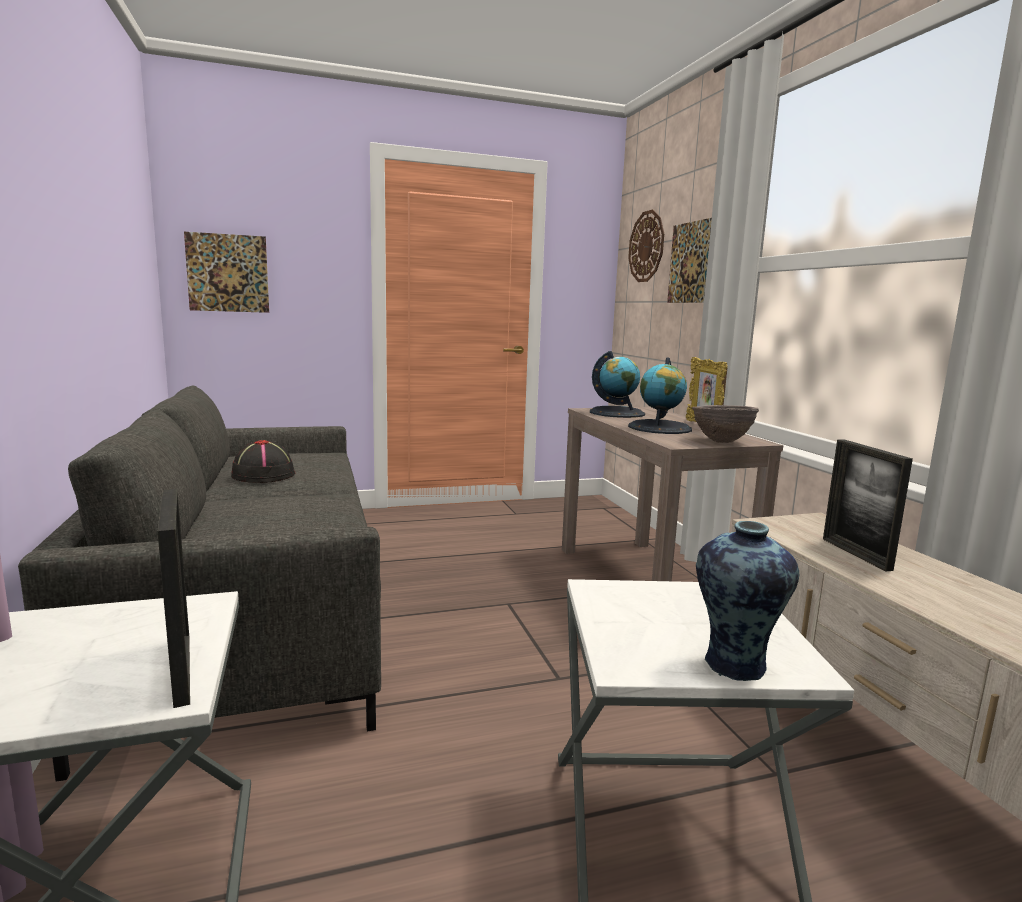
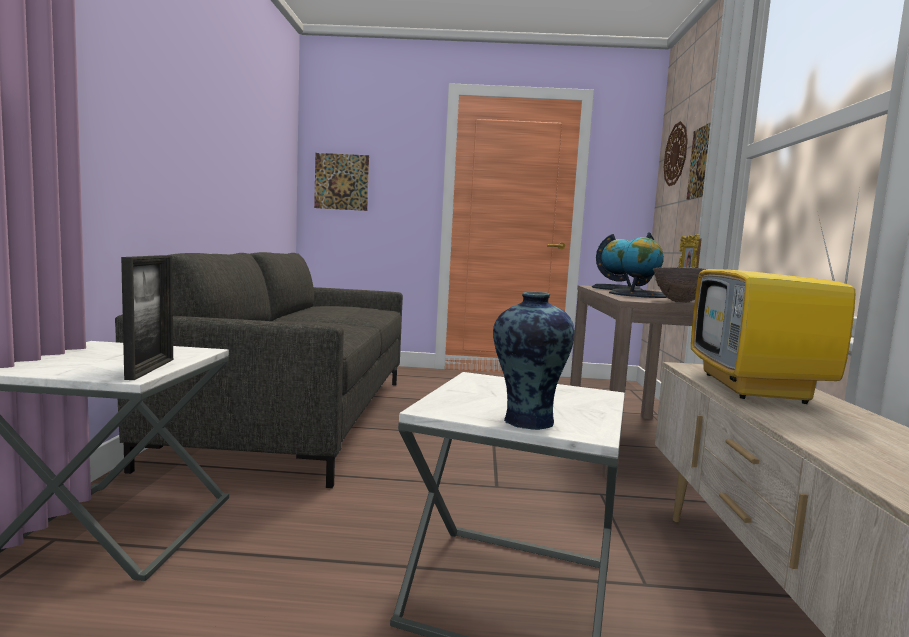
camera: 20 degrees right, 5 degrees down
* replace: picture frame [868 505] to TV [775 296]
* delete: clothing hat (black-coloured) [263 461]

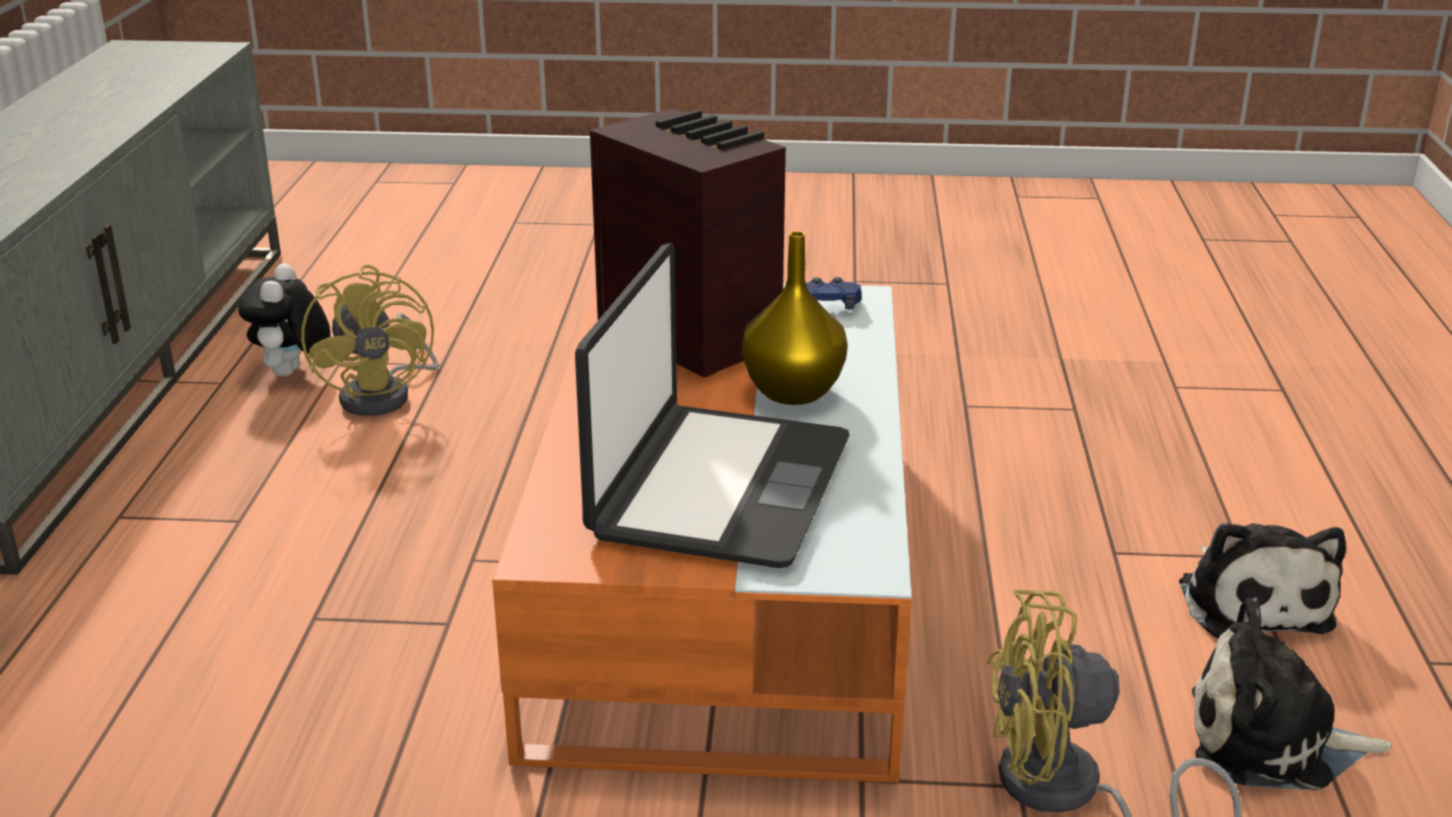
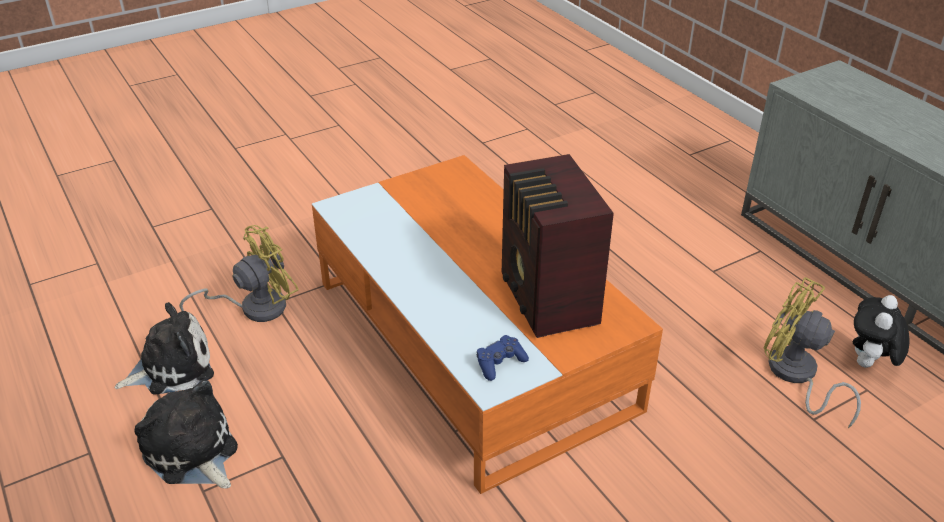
camera: 145 degrees right, 10 degrees up
* rotate: radio [688 242] = [558 246] 60 degrees clockwise
* rotate: plush toy [284 320] = [881 331] 120 degrees counterclockwise
* delete: portable computer [712 405]
* delete: flower vase (yellow-coloured) [795 318]

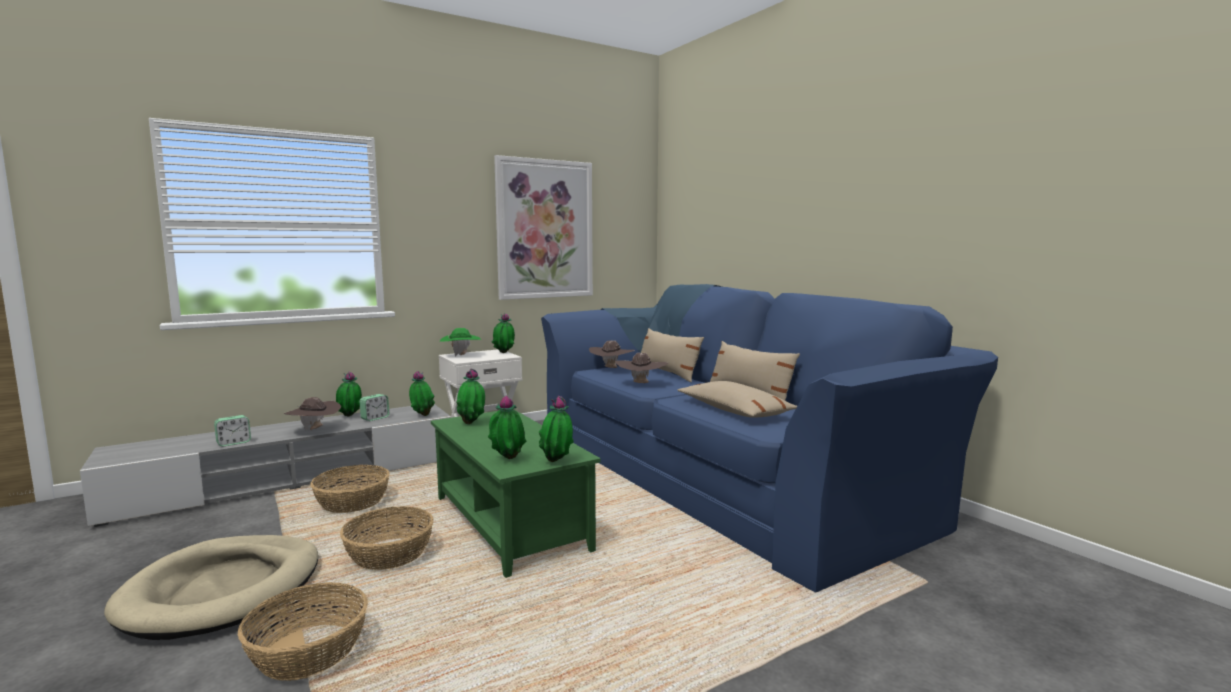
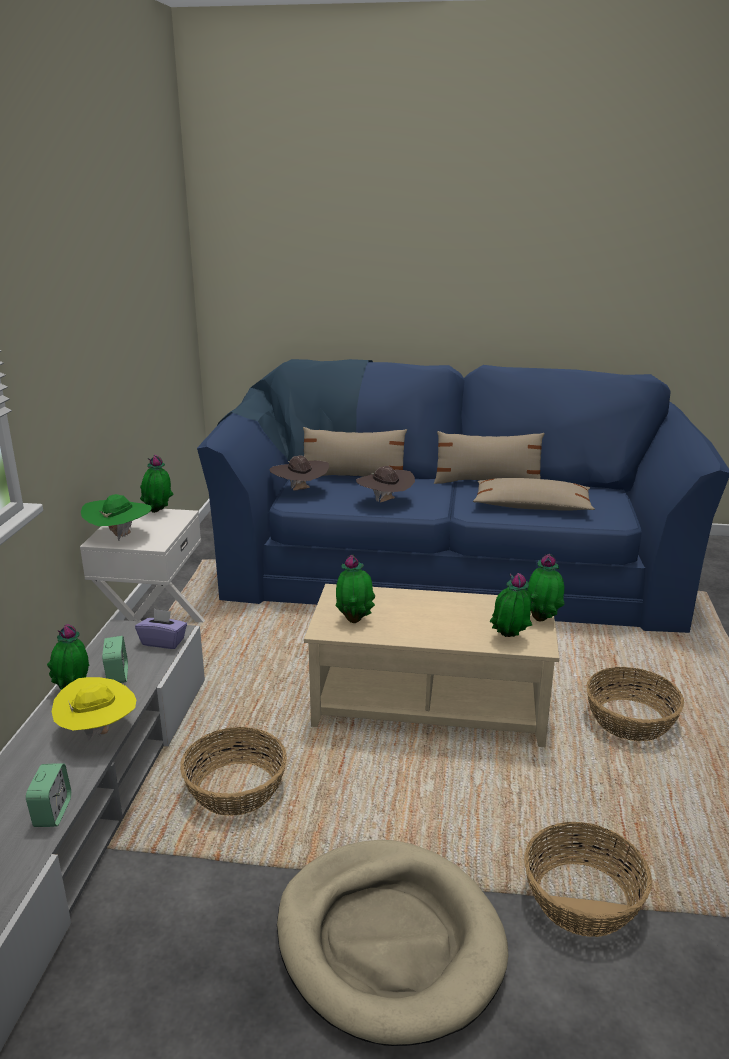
camera: 50 degrees left, 15 degrees up
* recolor: clothing hat (brown) [312 414] to clothing hat (yellow-coloured) [94 708]
* replace: houseplant [422 393] to box of tissues (purple) [161 629]
* recolor: low table (greenish) [515 493] to low table (beige) [431 665]
* move: storage basket [387 538] to [635 704]
* delete: wall art [543 227]

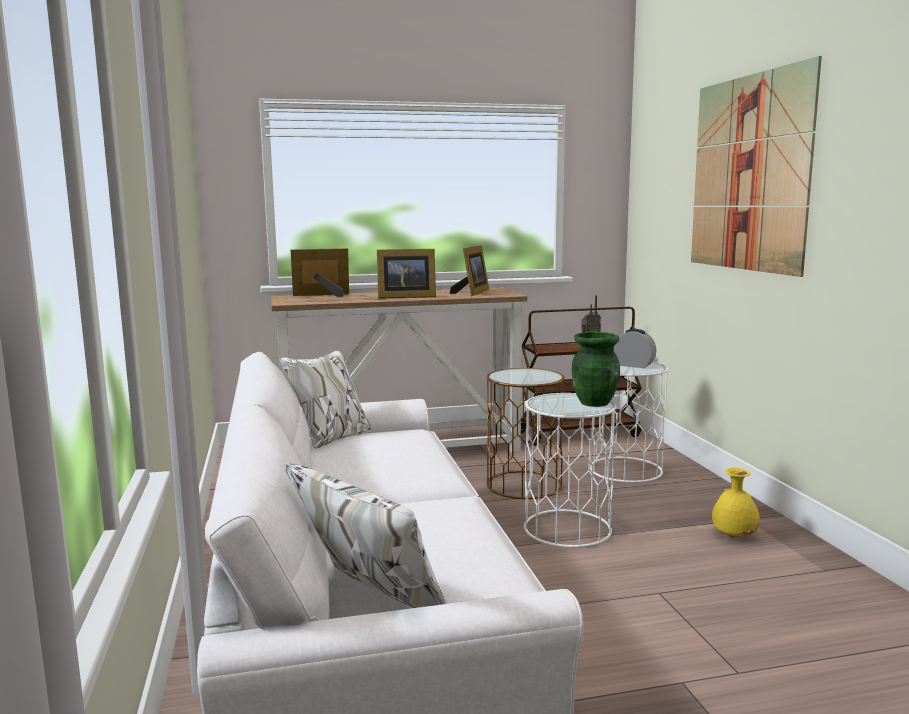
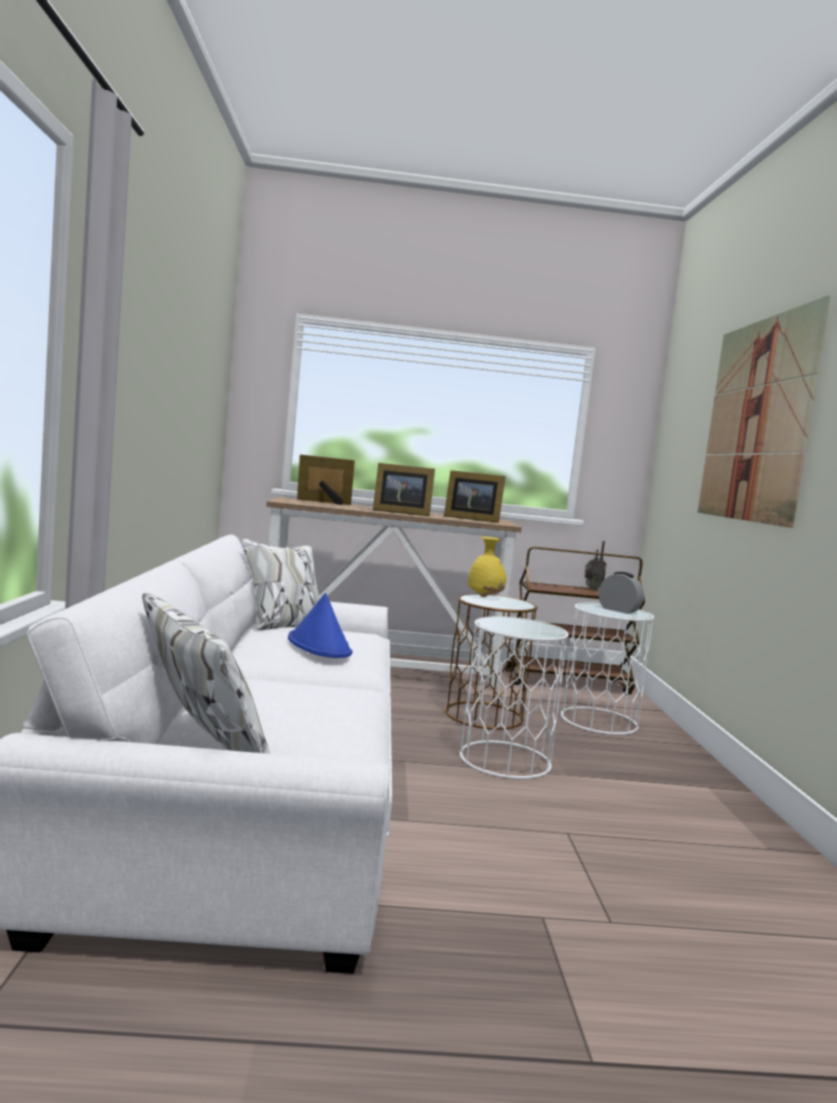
camera: 10 degrees right, 5 degrees down
* insert: clothing hat (blue-coloured) [320 625]
* rotate: picture frame [469 270] = [475 496] 75 degrees clockwise
* move: flower vase (yellow-coloured) [736 502] to [487 567]
* delete: flower vase (greenish) [596 369]

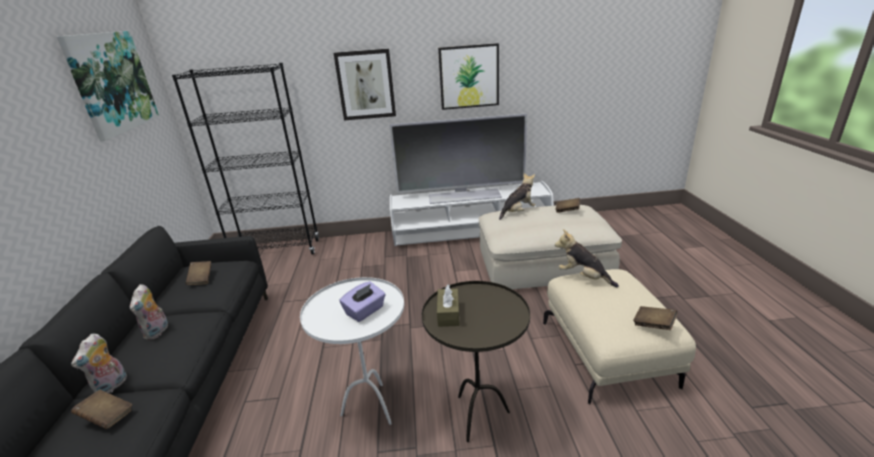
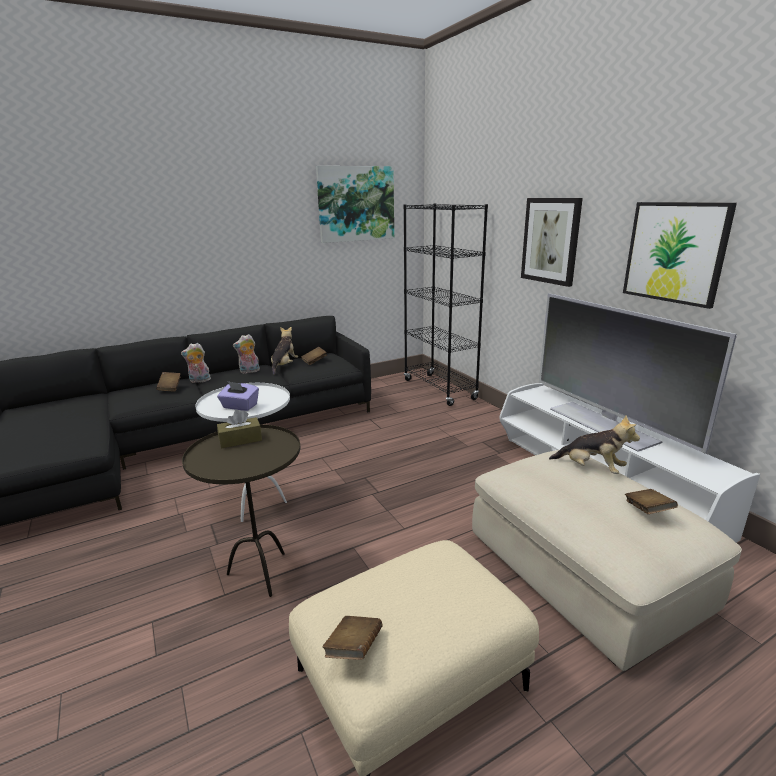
camera: 65 degrees right, 5 degrees down
* move: plush toy [587 258] to [284 351]

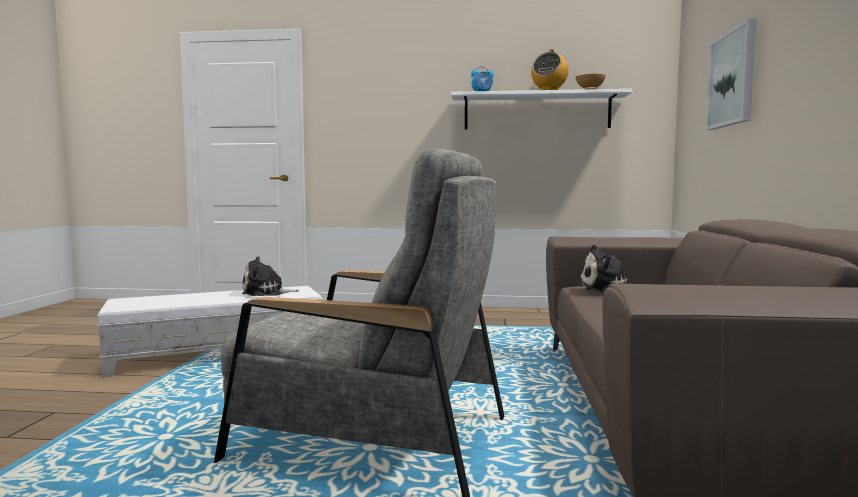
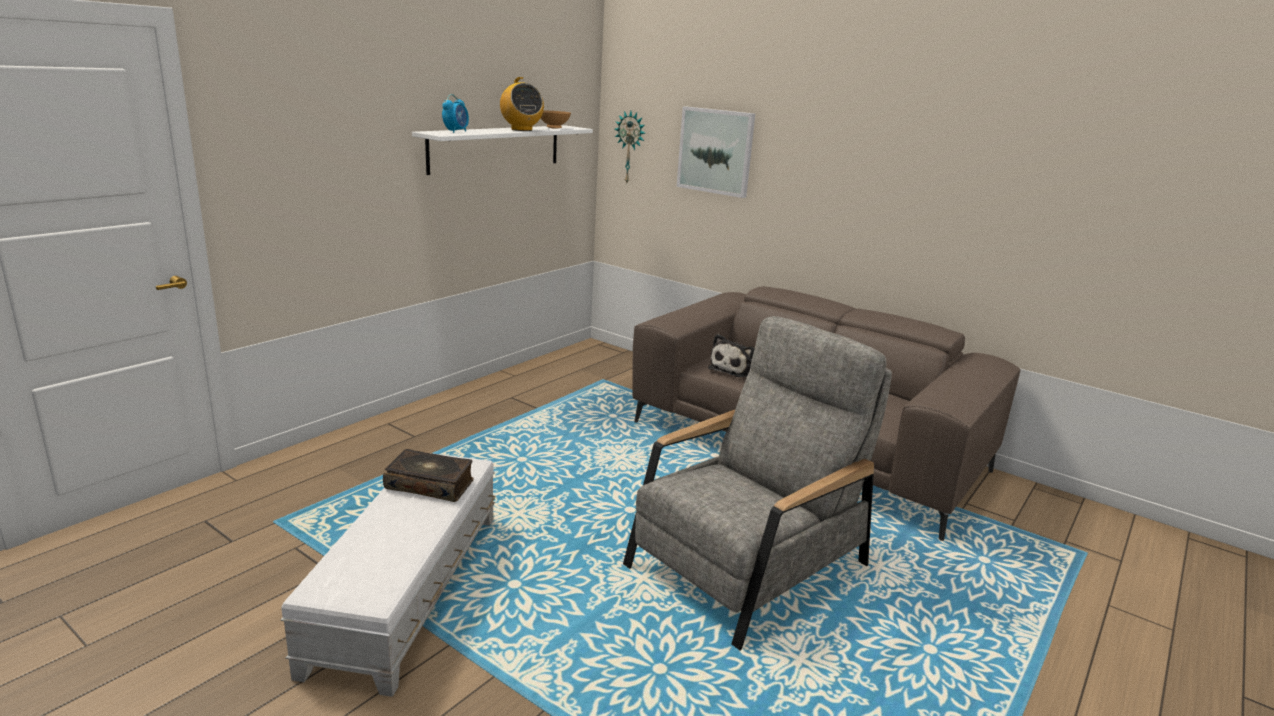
camera: 60 degrees left, 15 degrees up
* replace: plush toy [271 276] to volume [428 475]
* insert: clock on the wall [630 147]

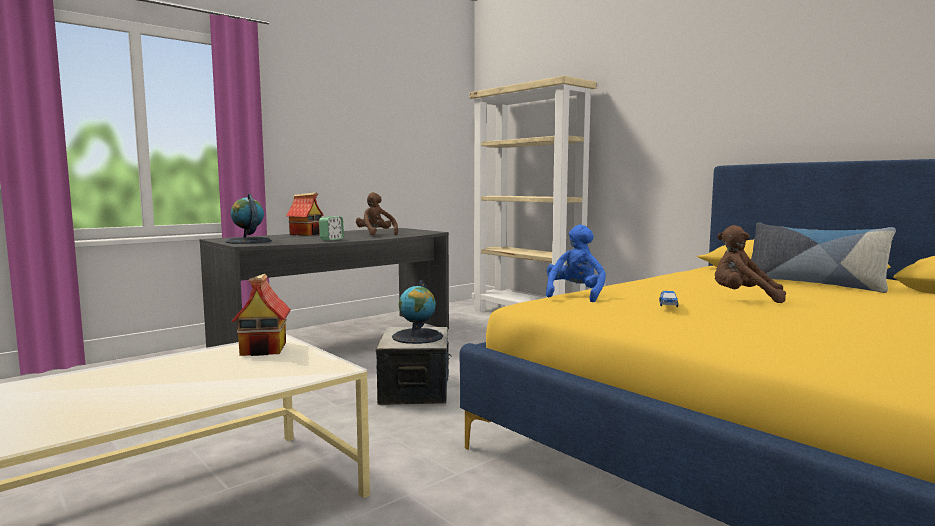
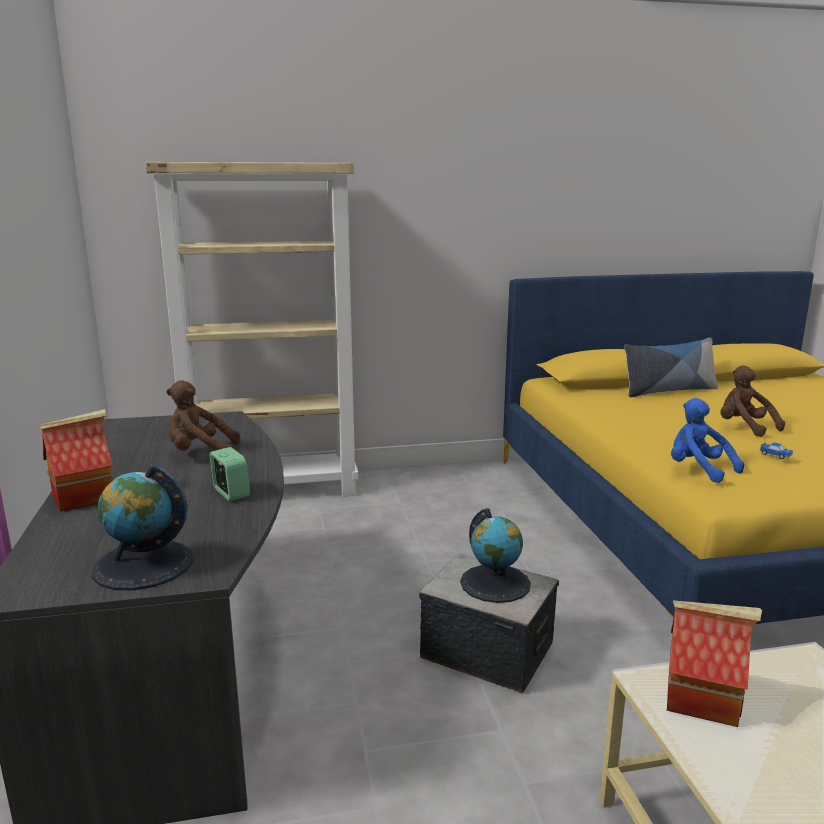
camera: 60 degrees left, 10 degrees up
* rotate: plush toy (brown) [750 264] = [752 401] 90 degrees clockwise

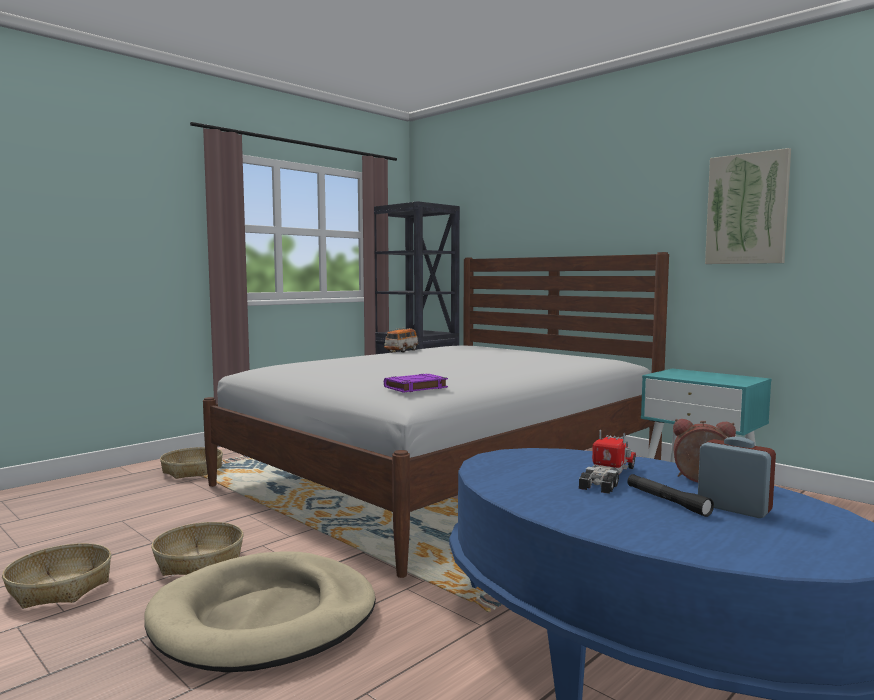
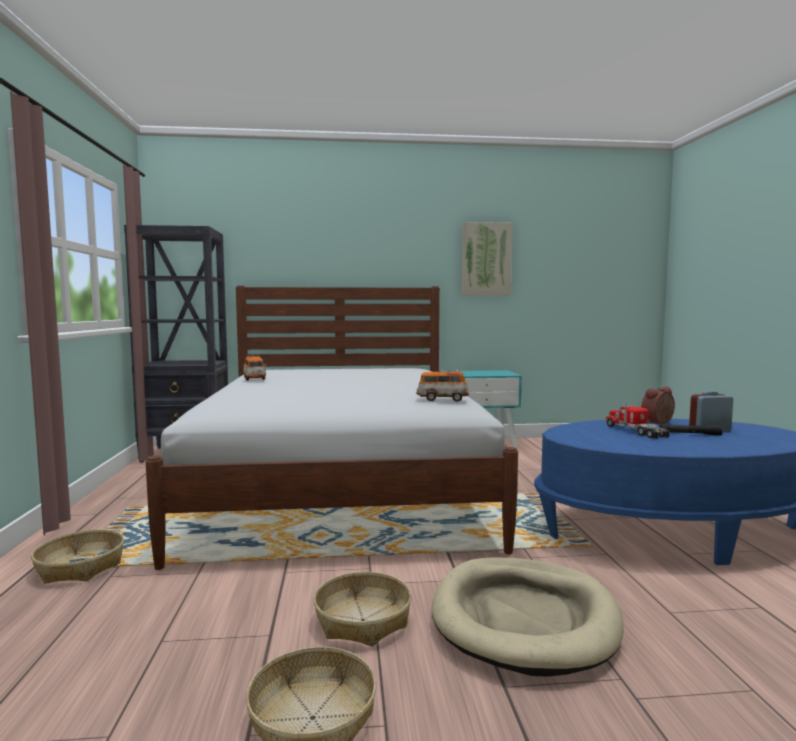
camera: 50 degrees left, 0 degrees up
* replace: volume (purple) [416 383] to model car [442 386]

